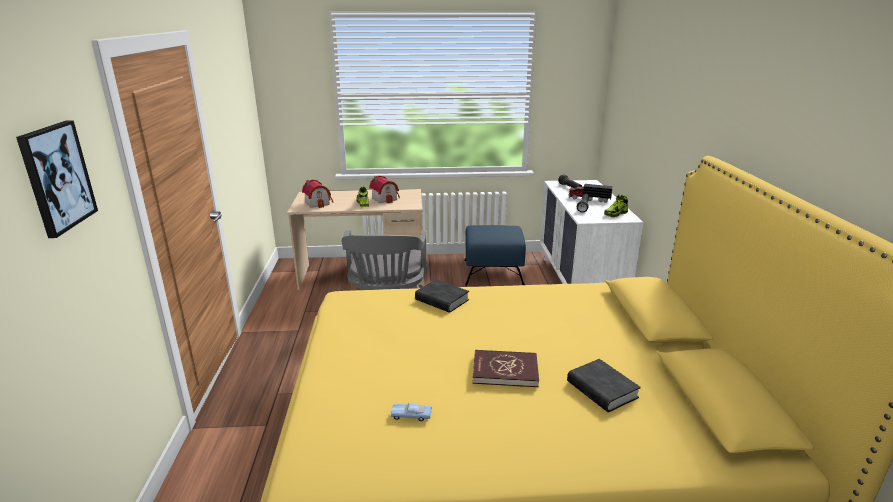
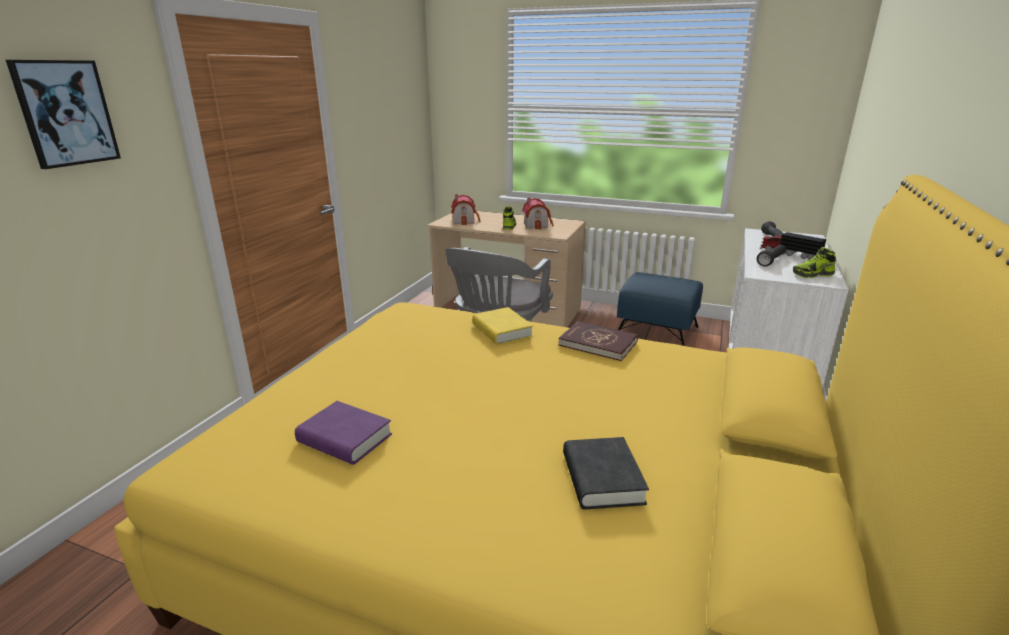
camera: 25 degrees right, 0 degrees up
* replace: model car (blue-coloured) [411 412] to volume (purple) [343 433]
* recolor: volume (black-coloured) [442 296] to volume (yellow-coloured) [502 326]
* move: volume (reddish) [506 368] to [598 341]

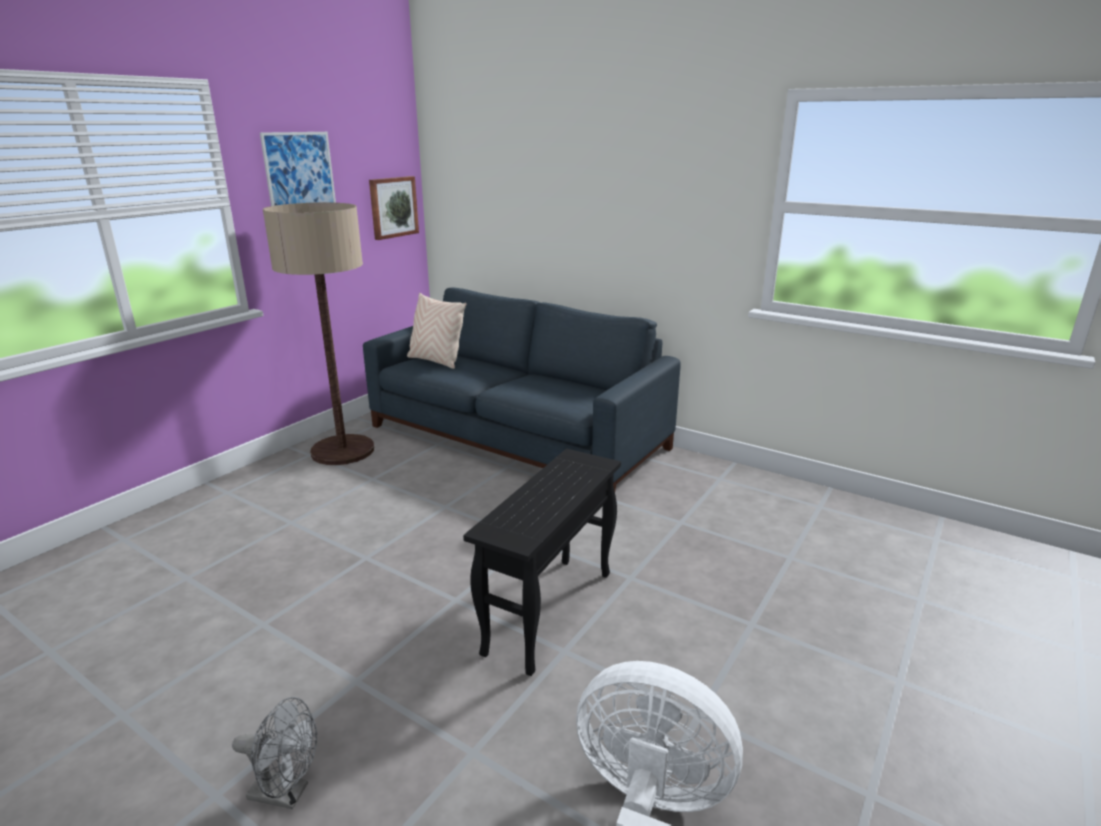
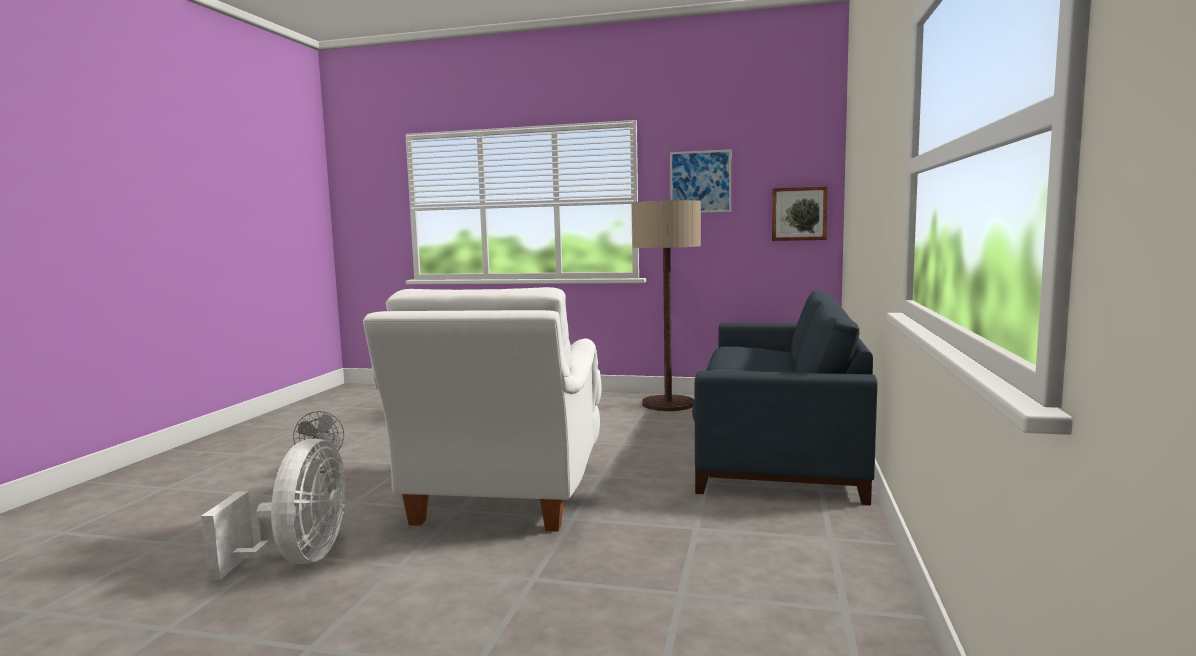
camera: 70 degrees right, 15 degrees down
* replace: end table (black-coloured) [542 562] to lounge chair (whitish) [482 409]
* delete: throw pillow (beige) [436 331]

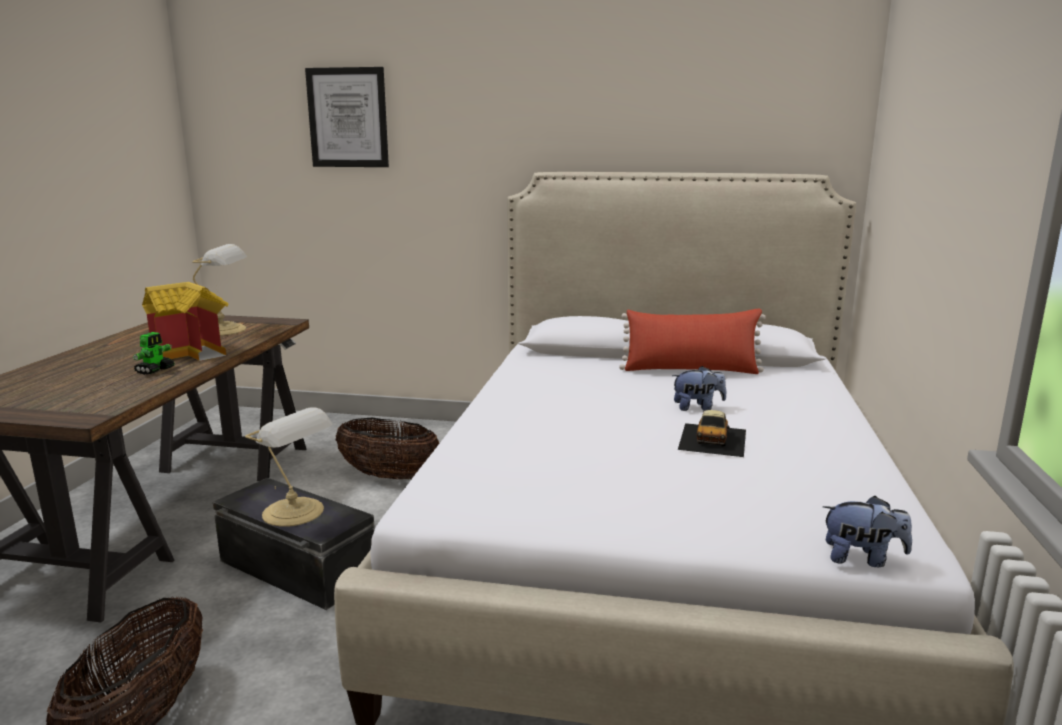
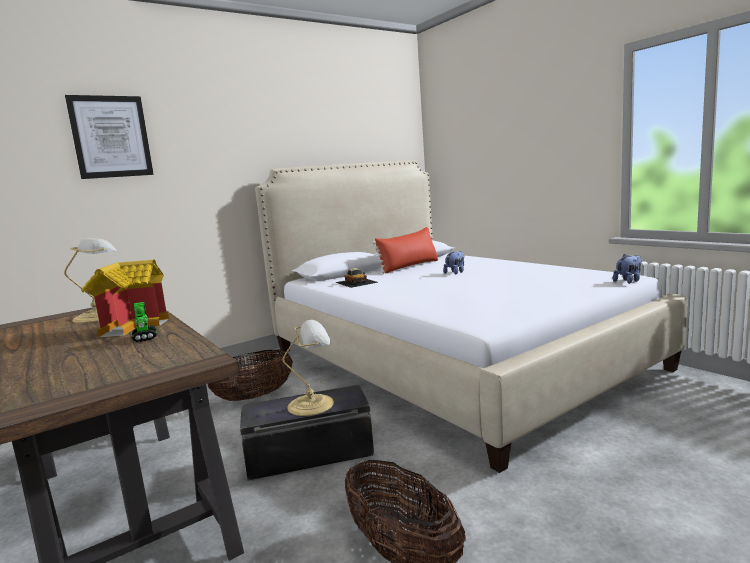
camera: 45 degrees left, 5 degrees down
* move: model car [712 433] to [356 278]

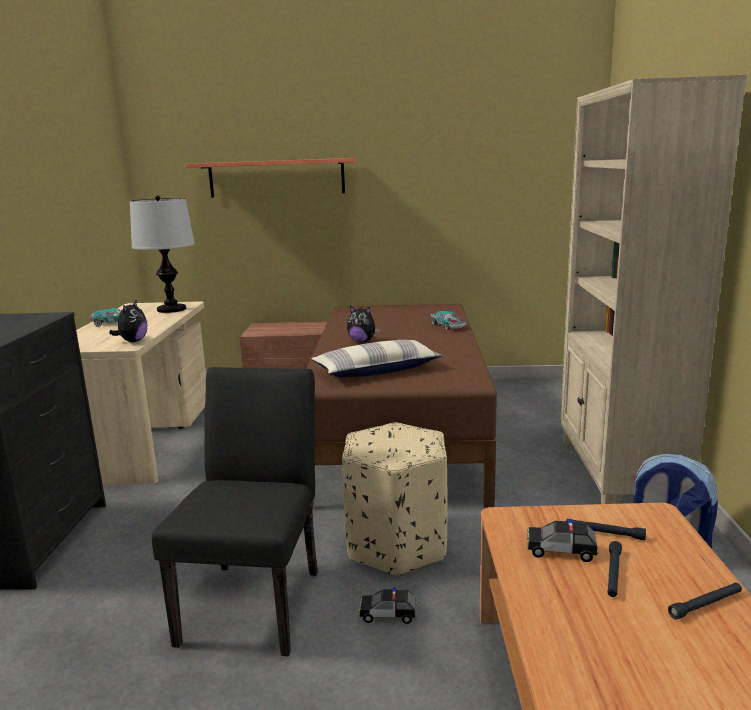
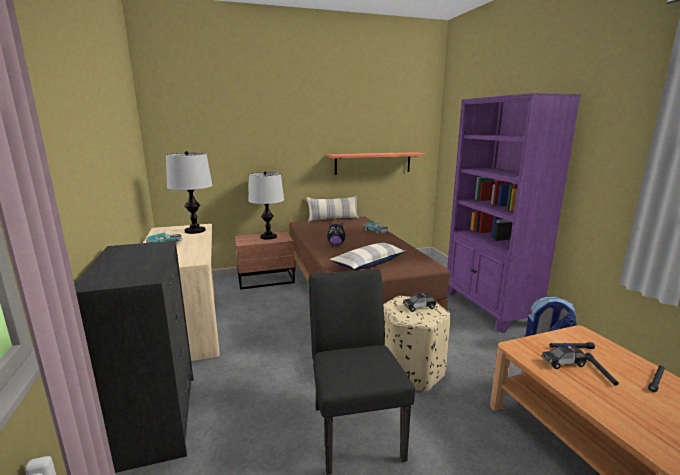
camera: 20 degrees left, 0 degrees up
* insert: table lamp [266 206]
* insert: throw pillow [333 208]
* move: wall shelf [271 178] to [376 163]
* move: model car [388 605] to [419 302]
* recolor: bookshelf (beige) [653 289] to bookshelf (purple) [514 213]
* delete: plush toy [128 320]

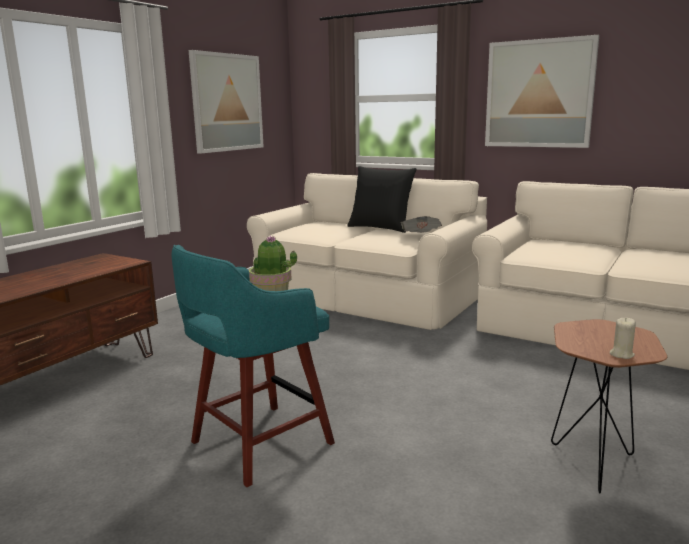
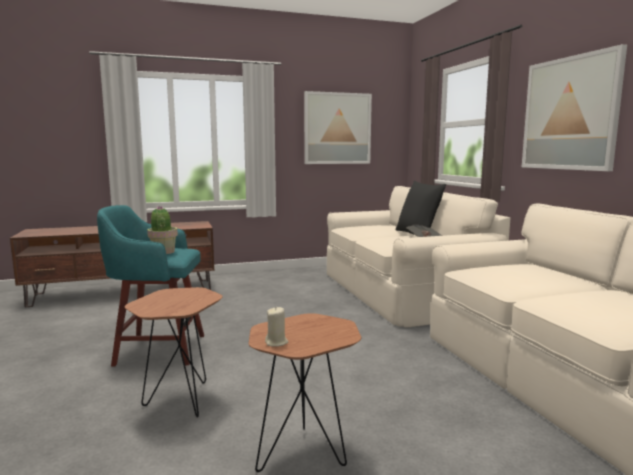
camera: 40 degrees right, 5 degrees down
* insert: end table (brown) [174 352]

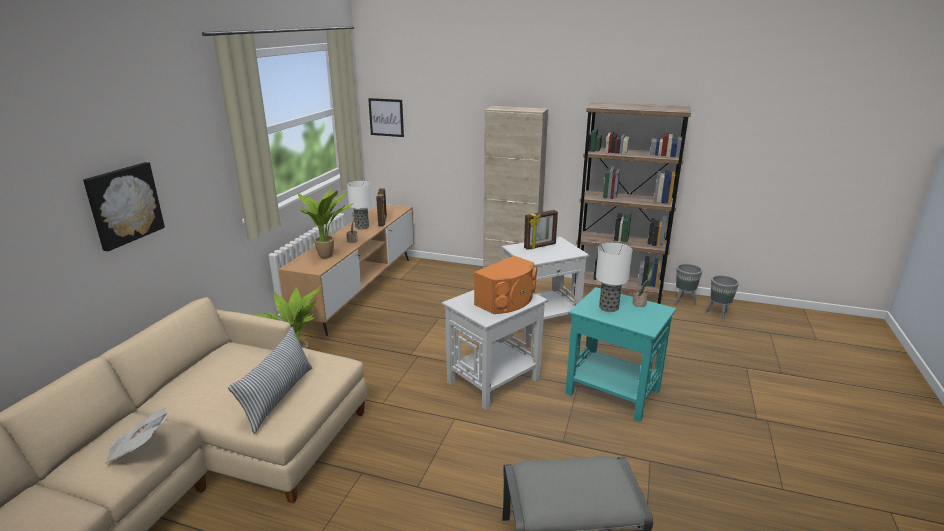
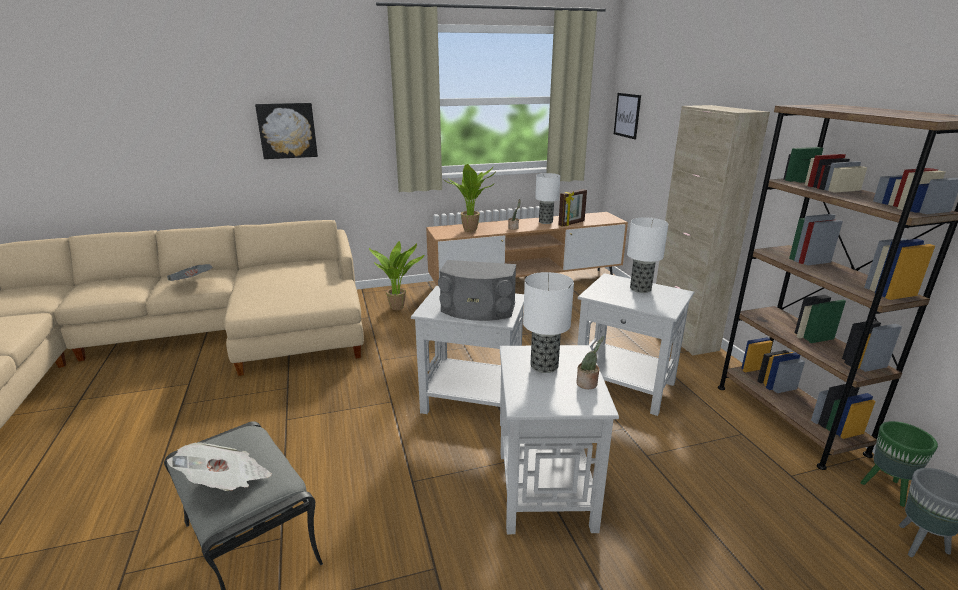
camera: 55 degrees right, 0 degrees up
* insert: newspaper [219 466]
* recolor: loudspeaker (orange-coloured) [505 285] to loudspeaker (greyish) [477 290]
* recolor: end table (blue-green) [620 354] to end table (whitish) [559 439]
* replace: picture frame [541 230] to table lamp [647 255]
* recolor: plant pot (greyish) [688 284] to plant pot (greenish) [899 464]
* delete: throw pillow [270 380]

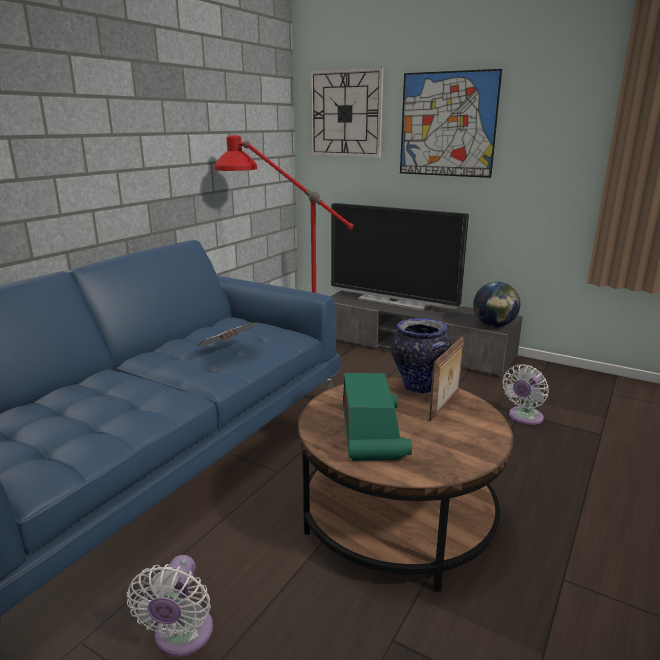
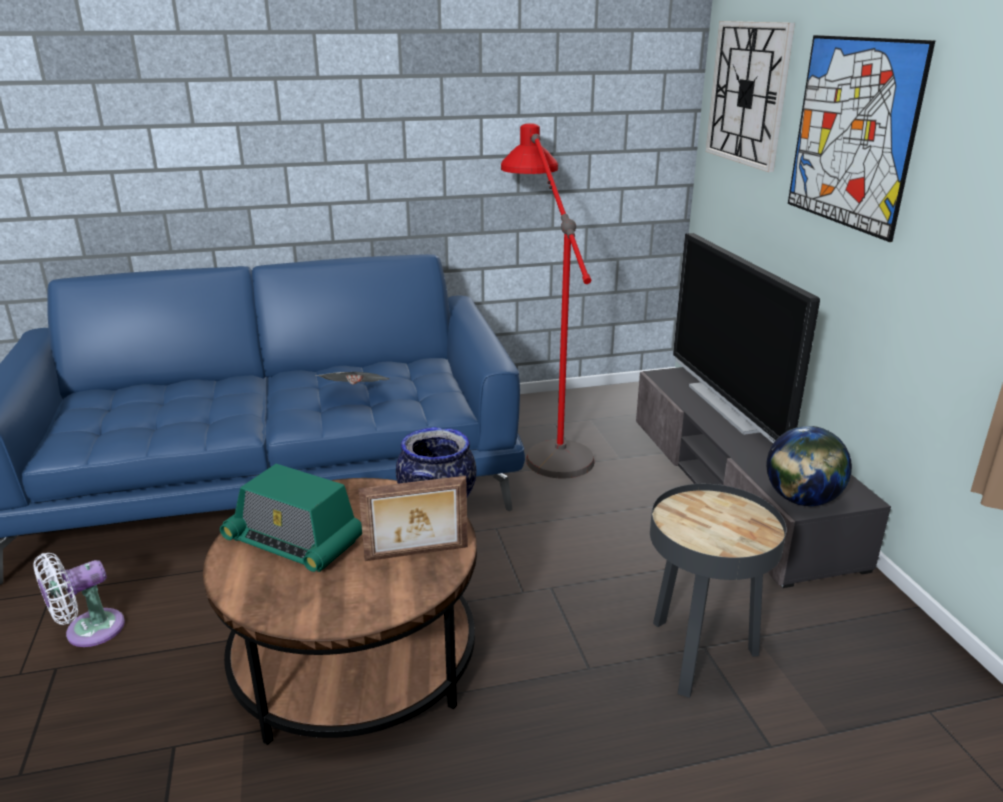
camera: 45 degrees right, 5 degrees up
* rotate: radio [377 417] = [291 518] 75 degrees clockwise
* replace: cooling fan (whitish) [525 394] to end table (black-coloured) [718 591]

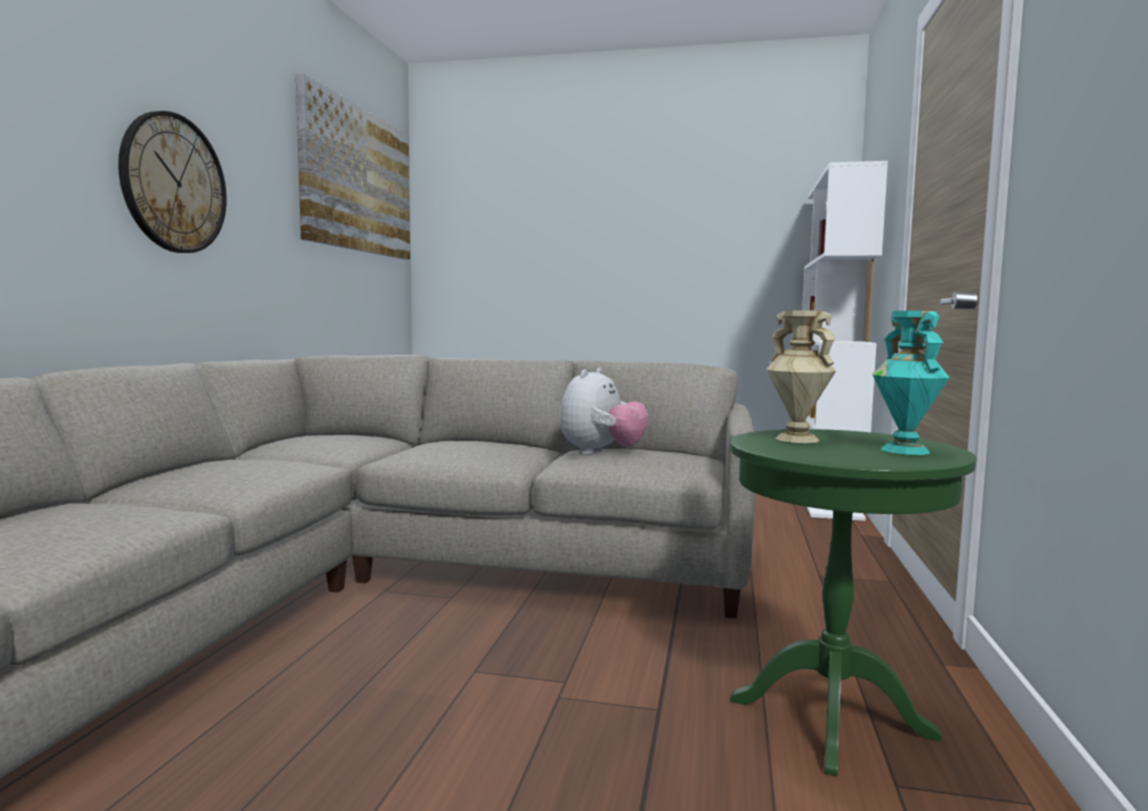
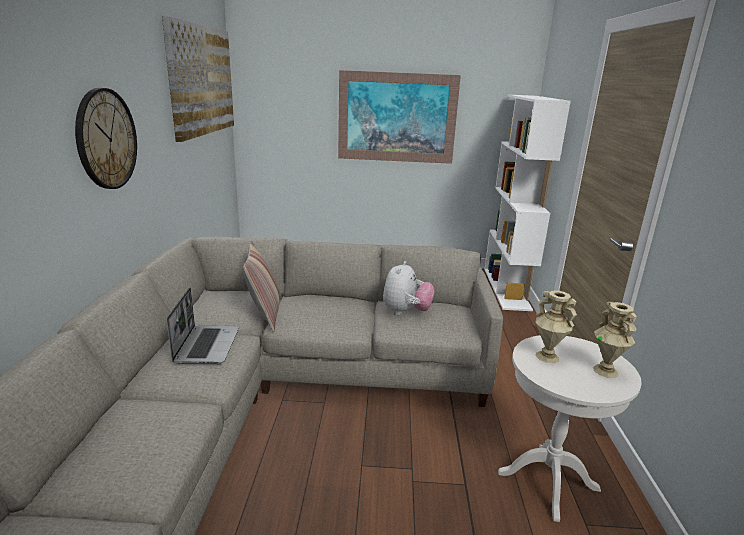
camera: 10 degrees left, 15 degrees up
* insert: portable computer [203 325]
* insert: throw pillow [261 286]
* insert: wall art [399 117]
* recolor: end table (greenish) [853 602] to end table (whitish) [570 428]
* recolor: flower vase (blue-green) [911 383] to flower vase (beige) [615 340]

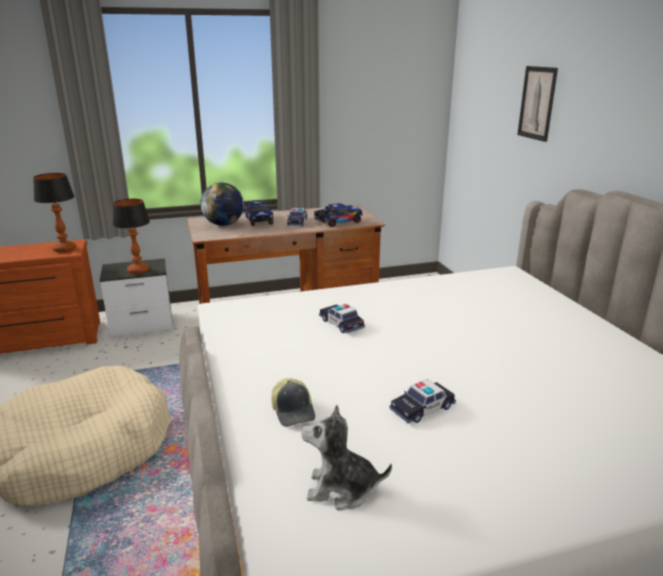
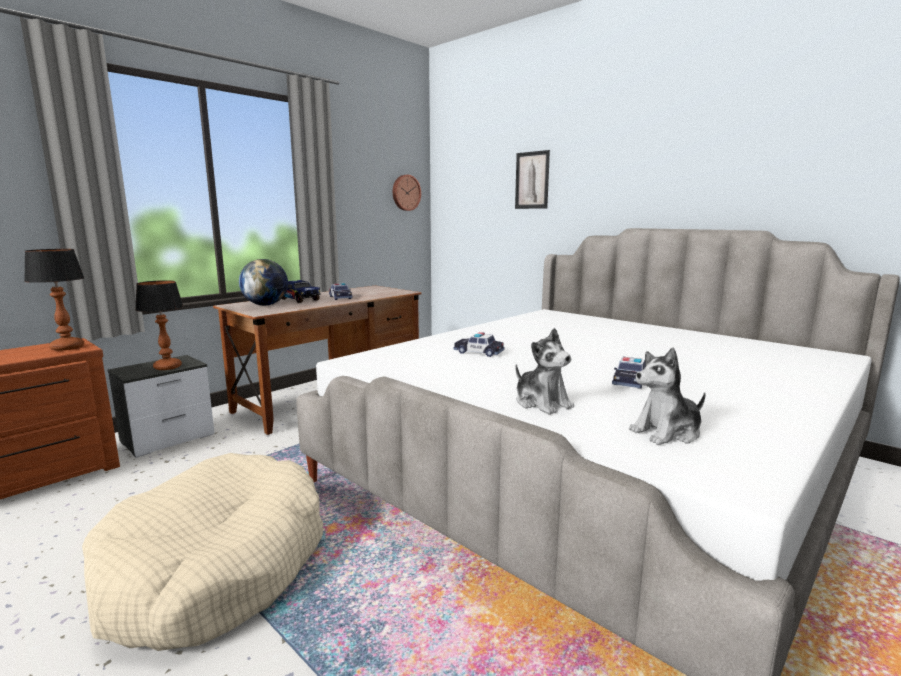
camera: 30 degrees left, 10 degrees down
* insert: clock on the wall [407 193]
* replace: peaked cap [293 402] to plush toy [544 371]
* delete: model truck [338 215]

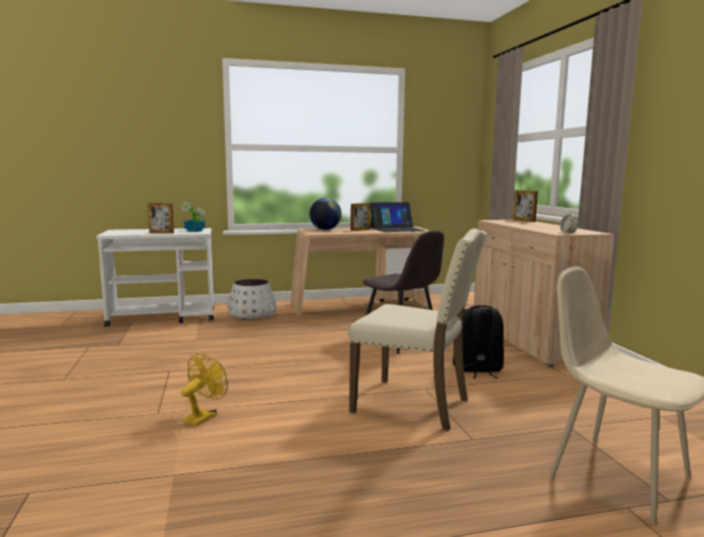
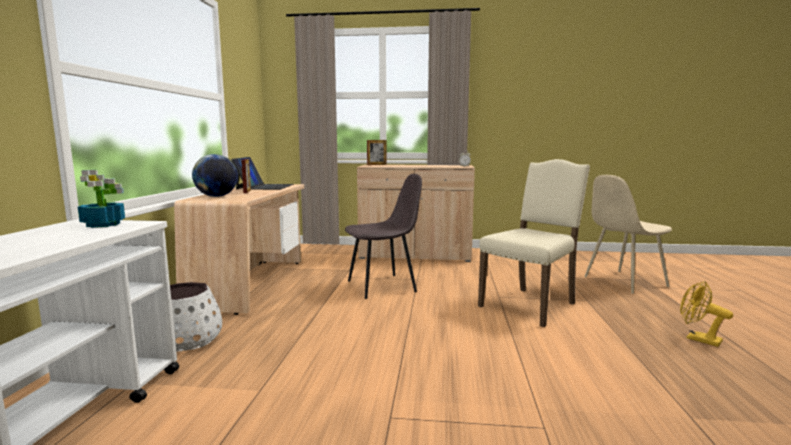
camera: 70 degrees left, 0 degrees up
* move: cooling fan (yellow-coloured) [204 389] to [706 314]
* delete: picture frame [161 218]
* delete: rucksack (black-coloured) [478 342]

